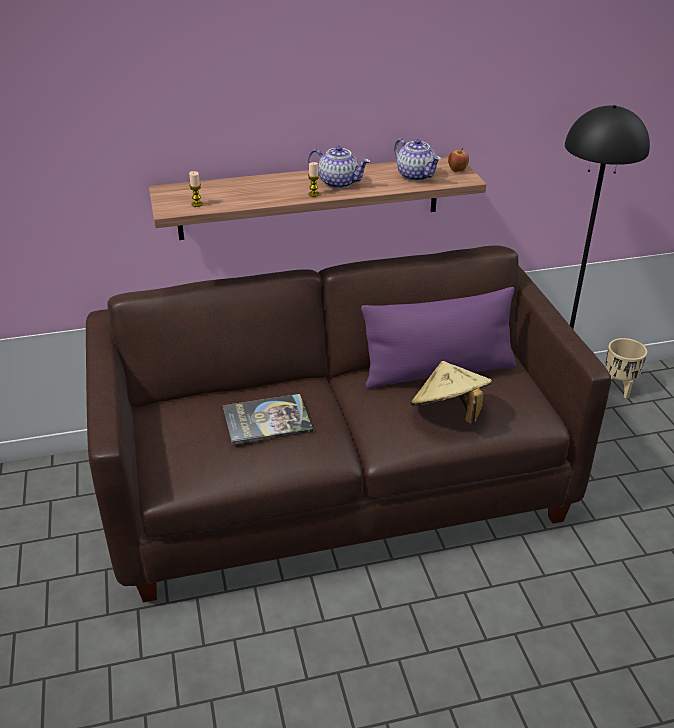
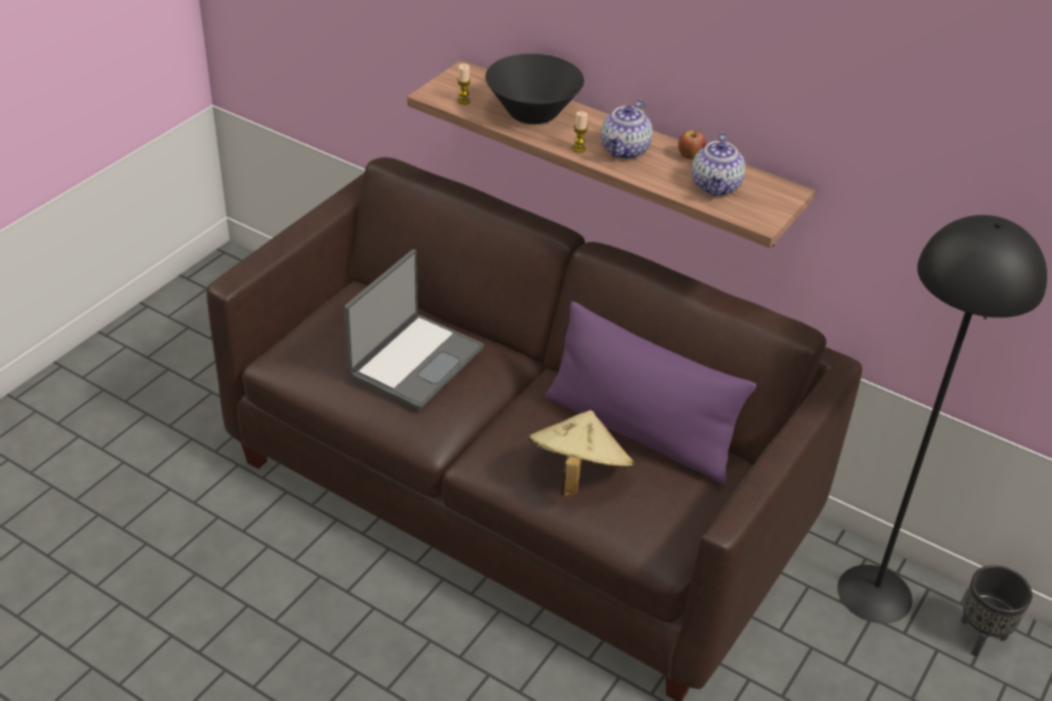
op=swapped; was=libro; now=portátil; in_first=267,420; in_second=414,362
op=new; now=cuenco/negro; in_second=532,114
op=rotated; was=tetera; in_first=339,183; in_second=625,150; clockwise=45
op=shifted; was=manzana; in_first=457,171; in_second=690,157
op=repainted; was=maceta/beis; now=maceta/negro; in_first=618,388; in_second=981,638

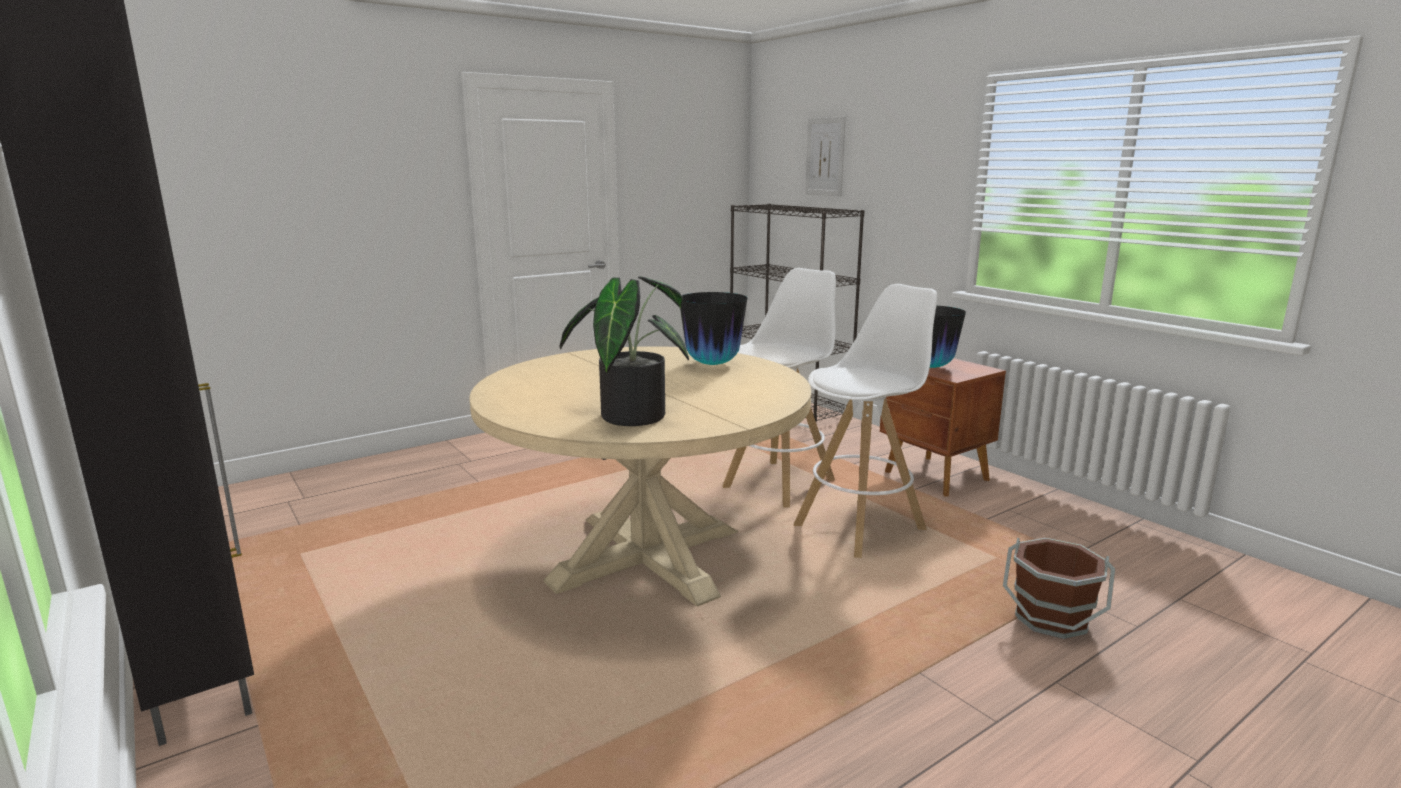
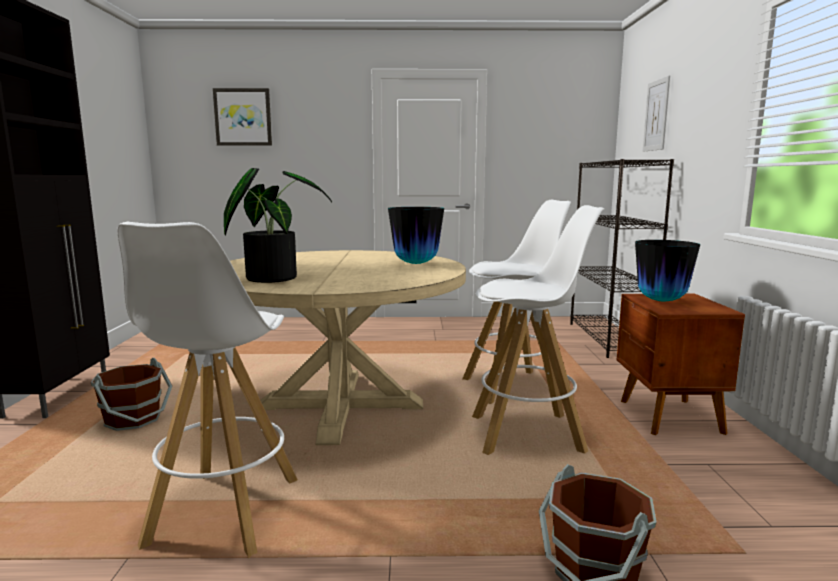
op=new; now=cubo/marrón; in_second=134,420
op=new; now=taburete/blanco; in_second=224,512
op=new; now=cuadro; in_second=243,117

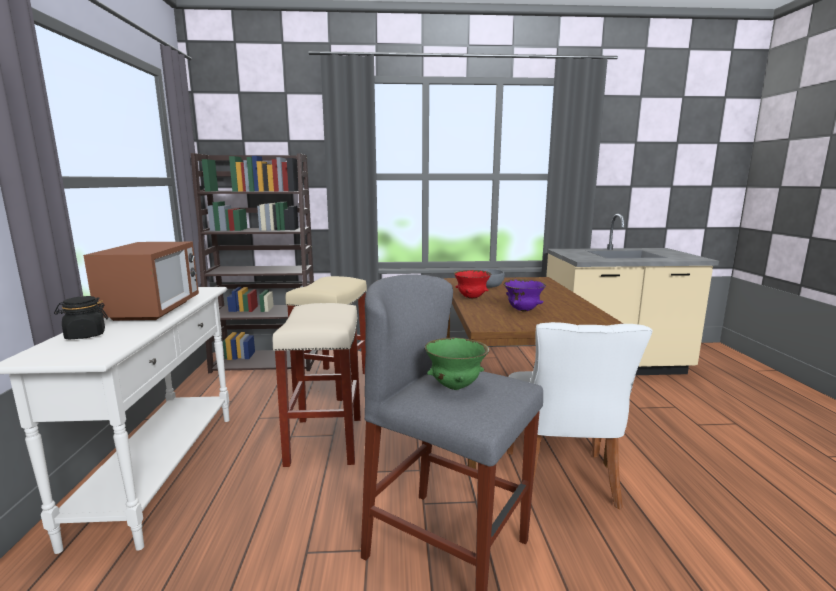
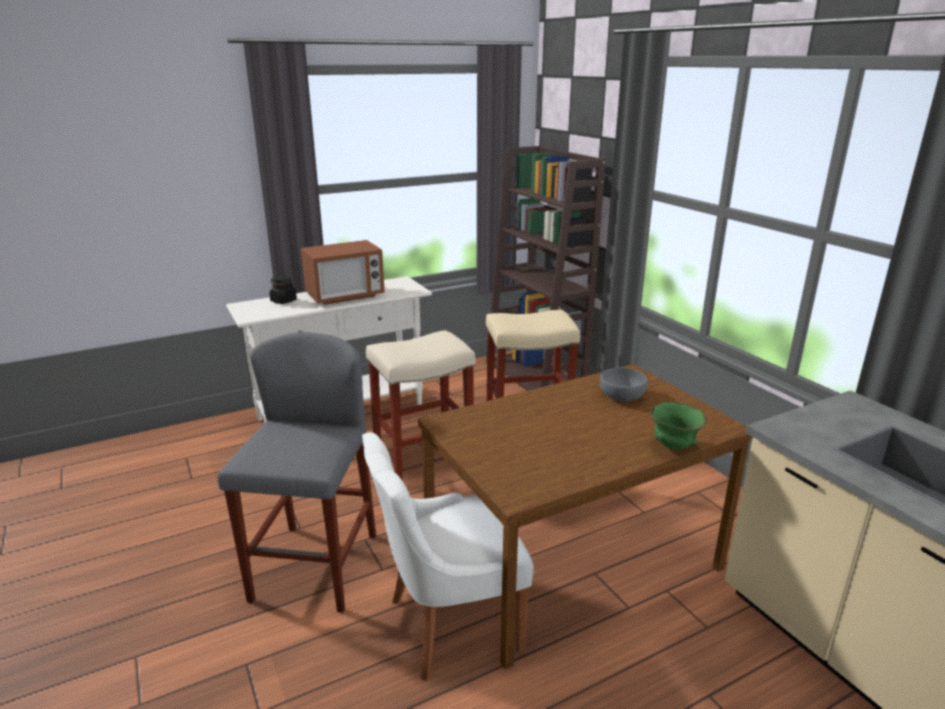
op=shifted; was=cuenco/verde; in_first=455,387; in_second=673,447
op=gone; was=cuenco/rojo; in_first=471,298
op=gone; was=cuenco/morado; in_first=522,310

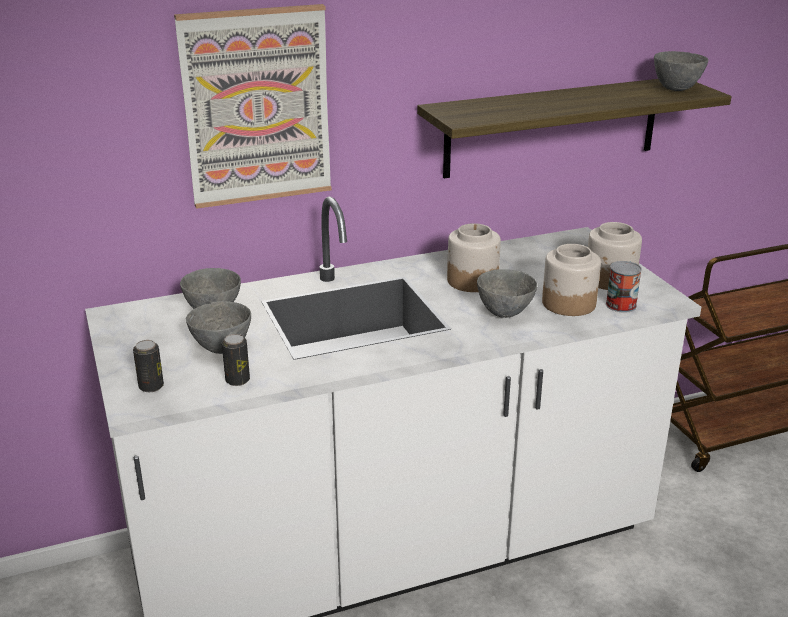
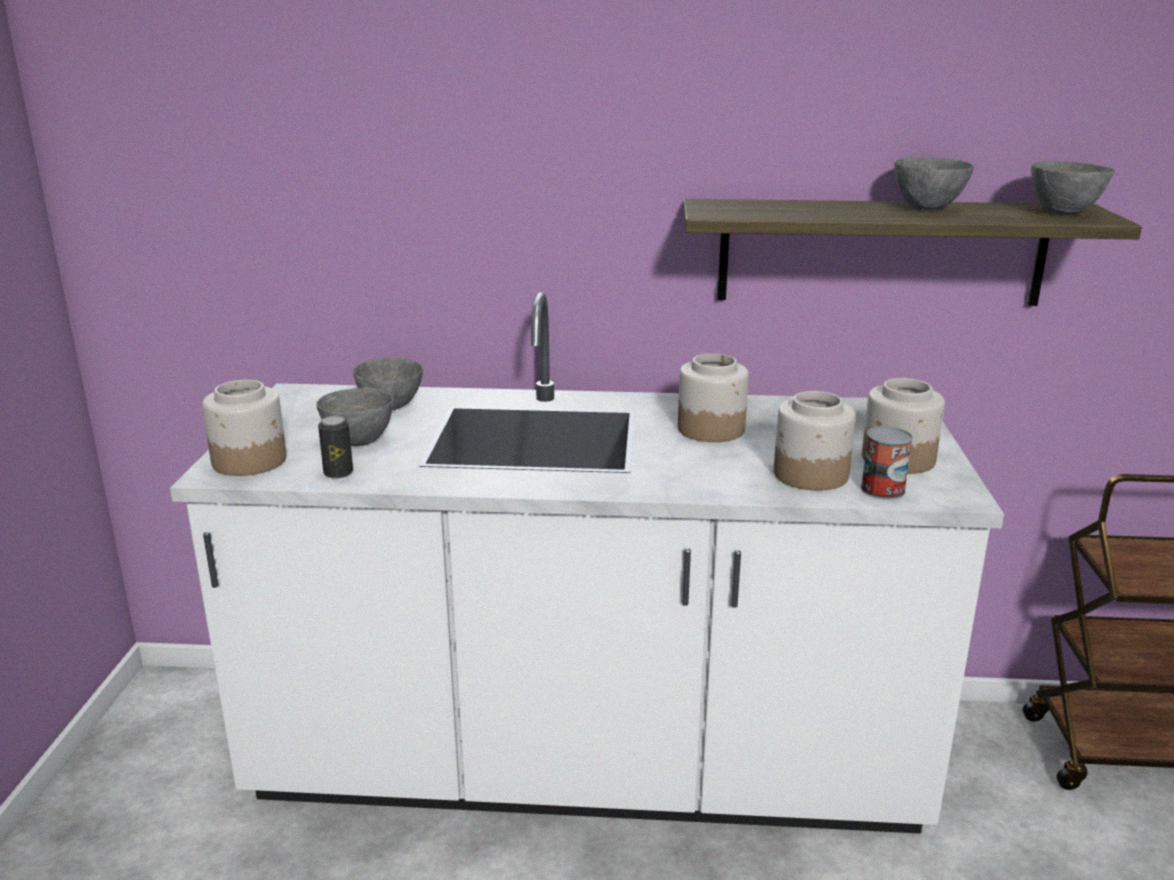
op=swapped; was=lata; now=tarro; in_first=151,386; in_second=250,461
op=shifted; was=cuenco/gris; in_first=505,312; in_second=928,208
op=gone; was=cuadro; in_first=257,106

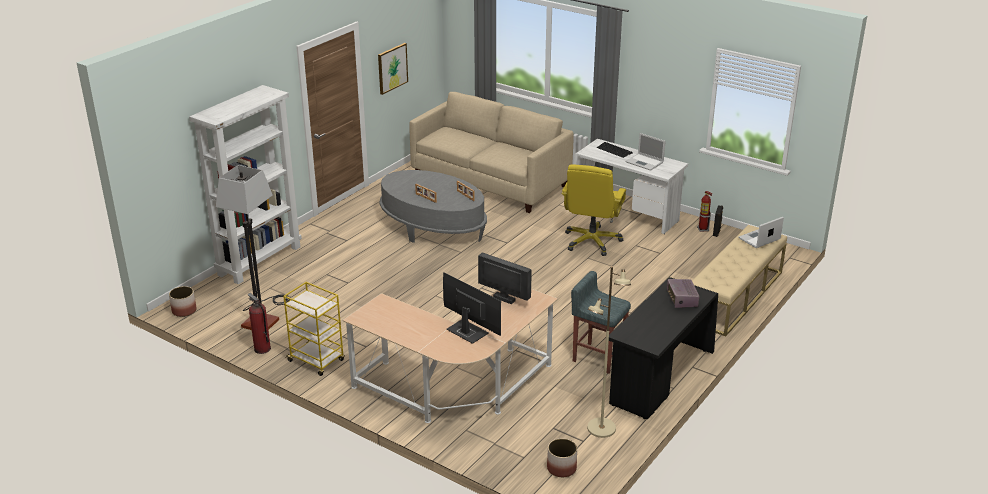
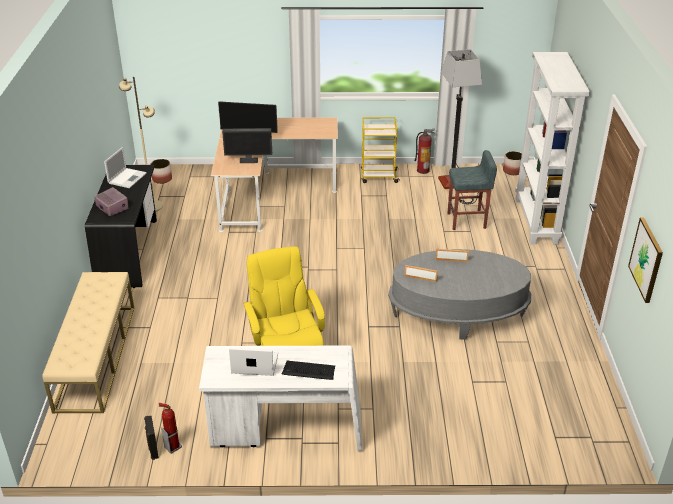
op=shifted; was=portátil; in_first=758,239; in_second=127,178
op=shifted; was=taburete/gris; in_first=598,357; in_second=467,221
op=gone; was=sofá/beis; in_first=490,181

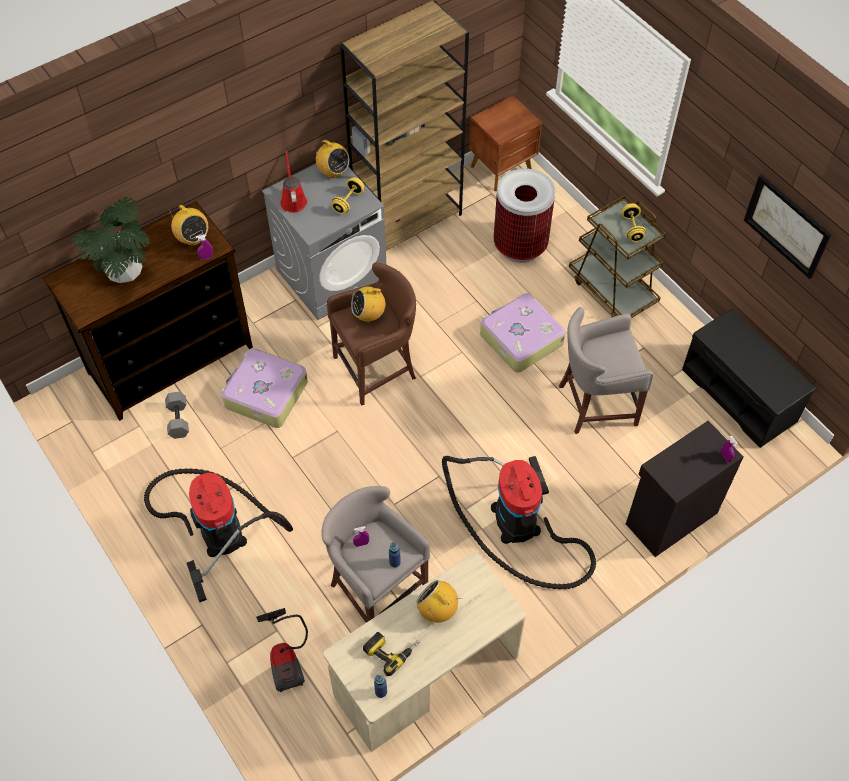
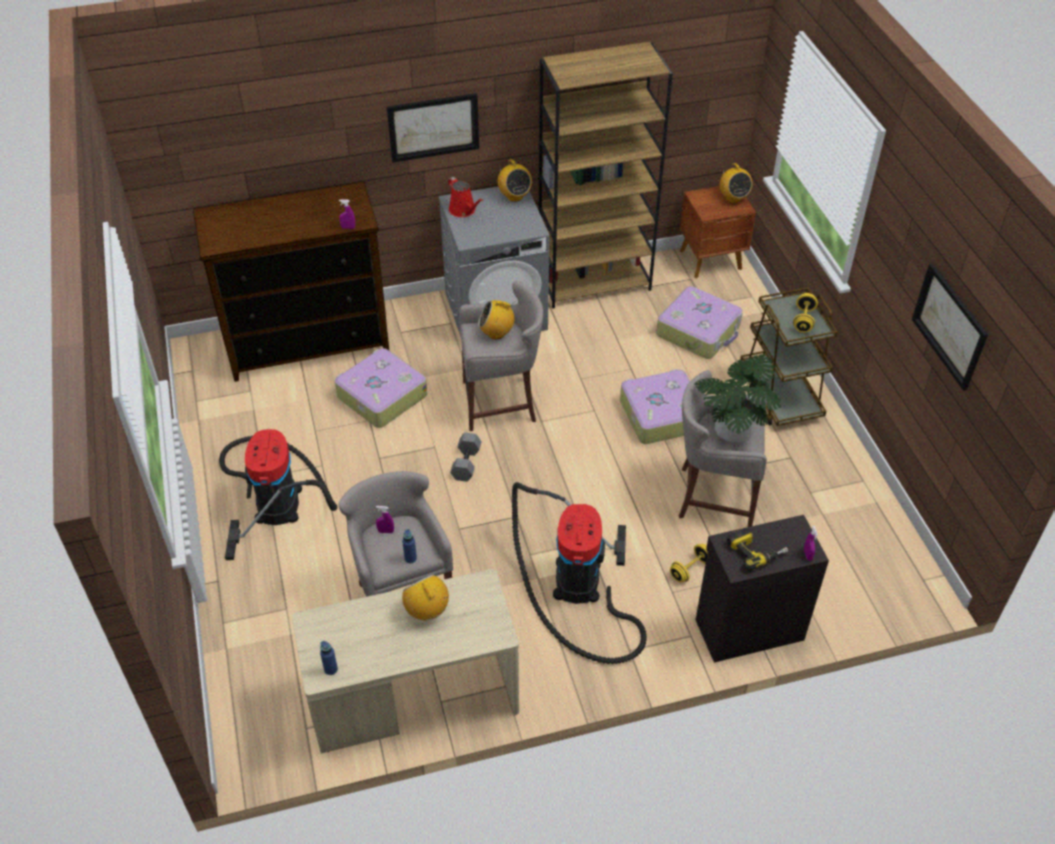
op=new; now=cuadro; in_second=433,127
op=rotated; was=regadera/rojo; in_first=293,200; in_second=464,210; clockwise=135
op=shifted; was=mancuerna/gris; in_first=177,419; in_second=465,463
op=repainted; was=taburete/marrón; now=taburete/gris; in_first=377,368; in_second=501,402
op=swapped; was=papelera; now=maleta; in_first=520,245; in_second=699,331
op=shifted; was=mancuerna/amarillo; in_first=348,202; in_second=690,569
op=shifted; was=planta en maceta; in_first=124,271; in_second=732,431
op=shifted; was=radio; in_first=192,238; in_second=733,198
op=shifted; was=taladro; in_first=391,650; in_second=755,550
op=gone; was=aspiradora; in_first=286,657
op=gone; was=banco/negro; in_first=740,395

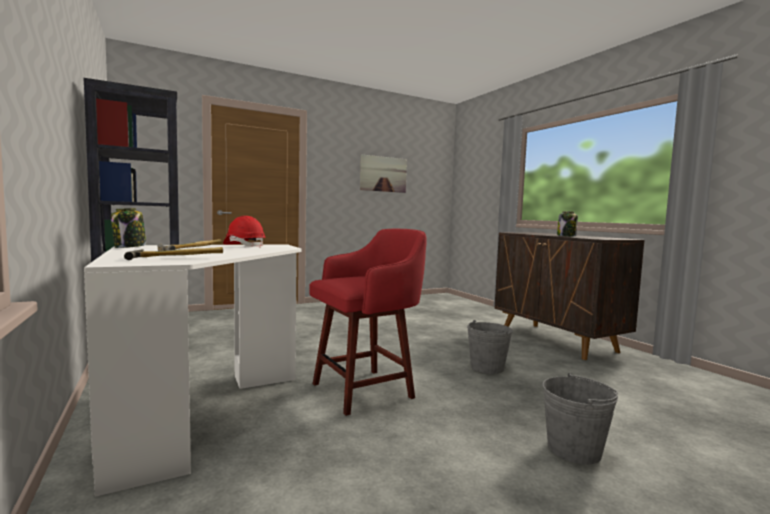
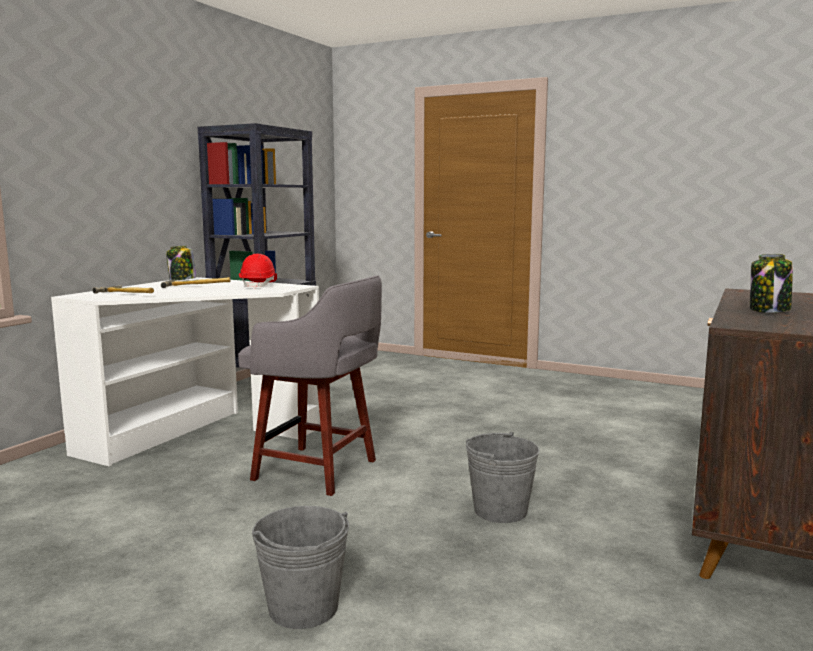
op=repainted; was=taburete/rojo; now=taburete/gris; in_first=366,390; in_second=319,471
op=gone; was=cuadro; in_first=383,174

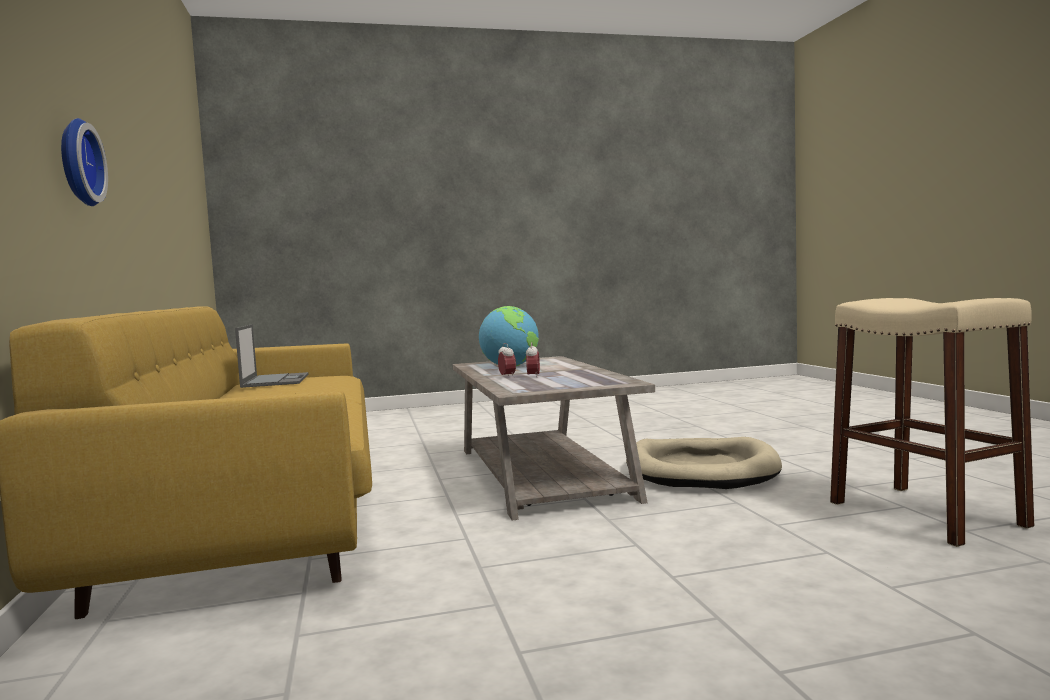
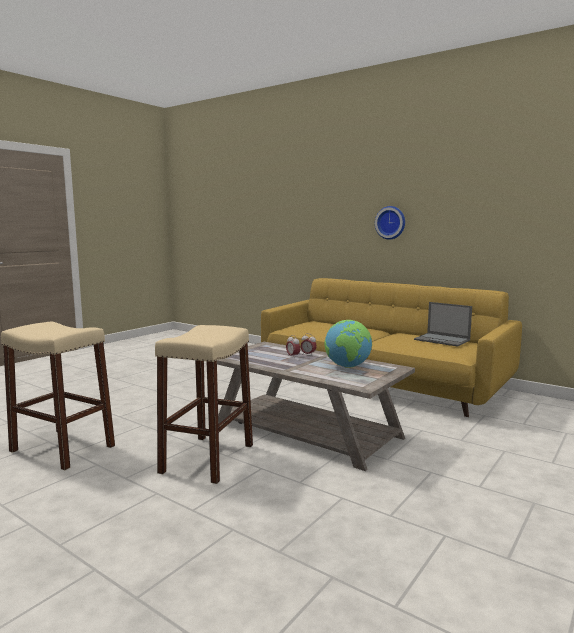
op=swapped; was=cama para perro/beis; now=taburete/beis; in_first=701,470; in_second=207,458

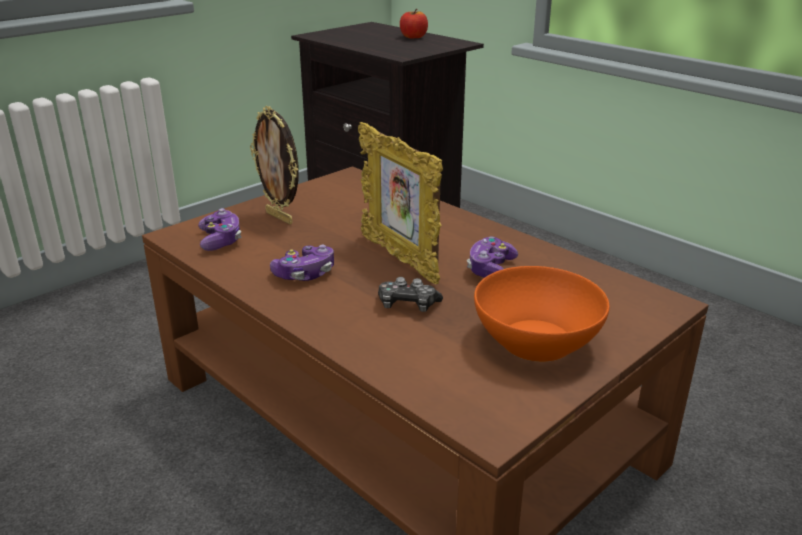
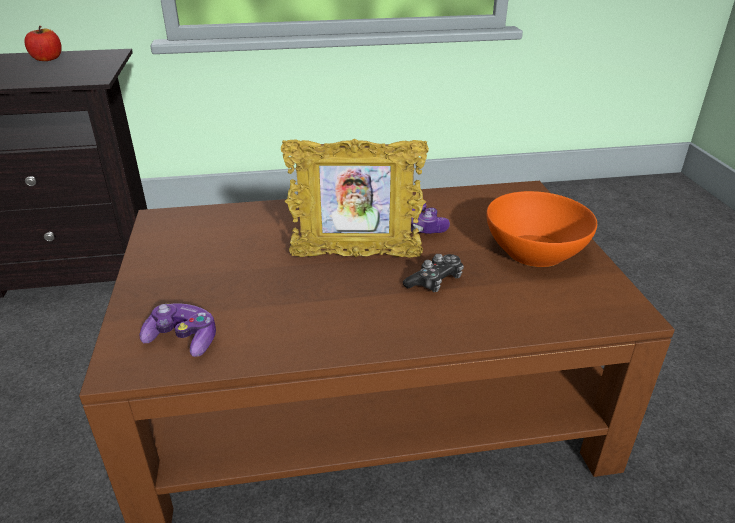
op=gone; was=portarretratos; in_first=280,217
op=gone; was=mando de consola; in_first=305,274

